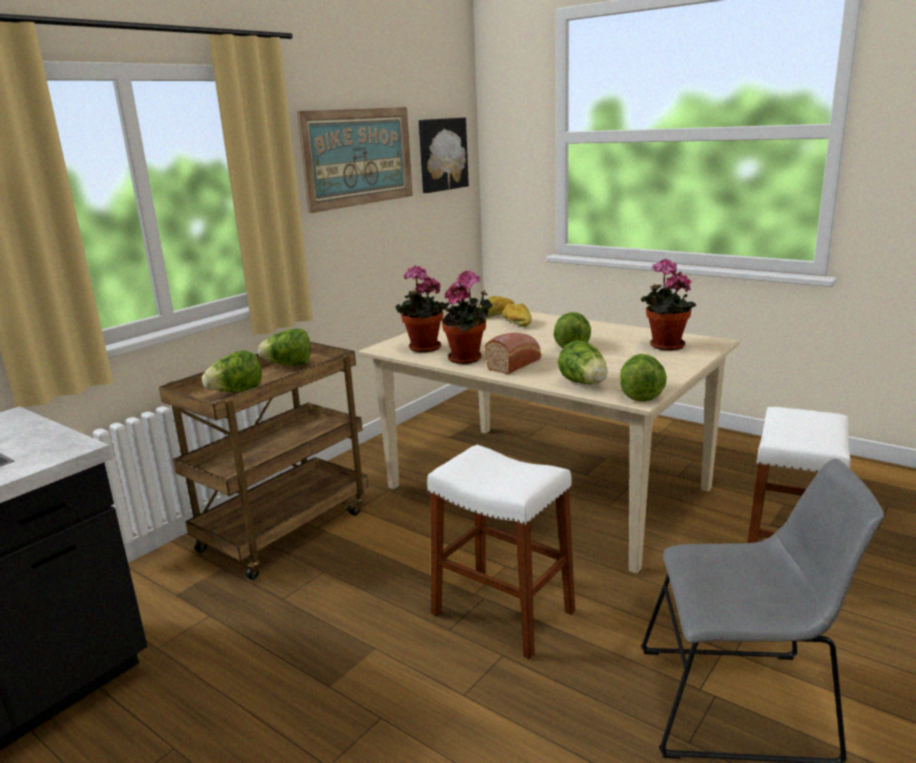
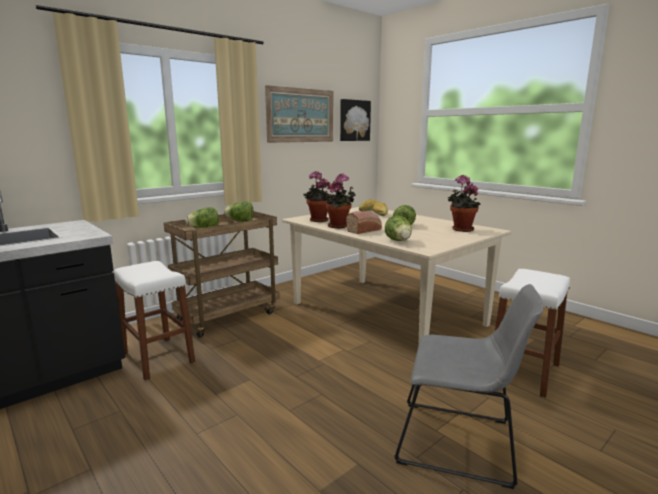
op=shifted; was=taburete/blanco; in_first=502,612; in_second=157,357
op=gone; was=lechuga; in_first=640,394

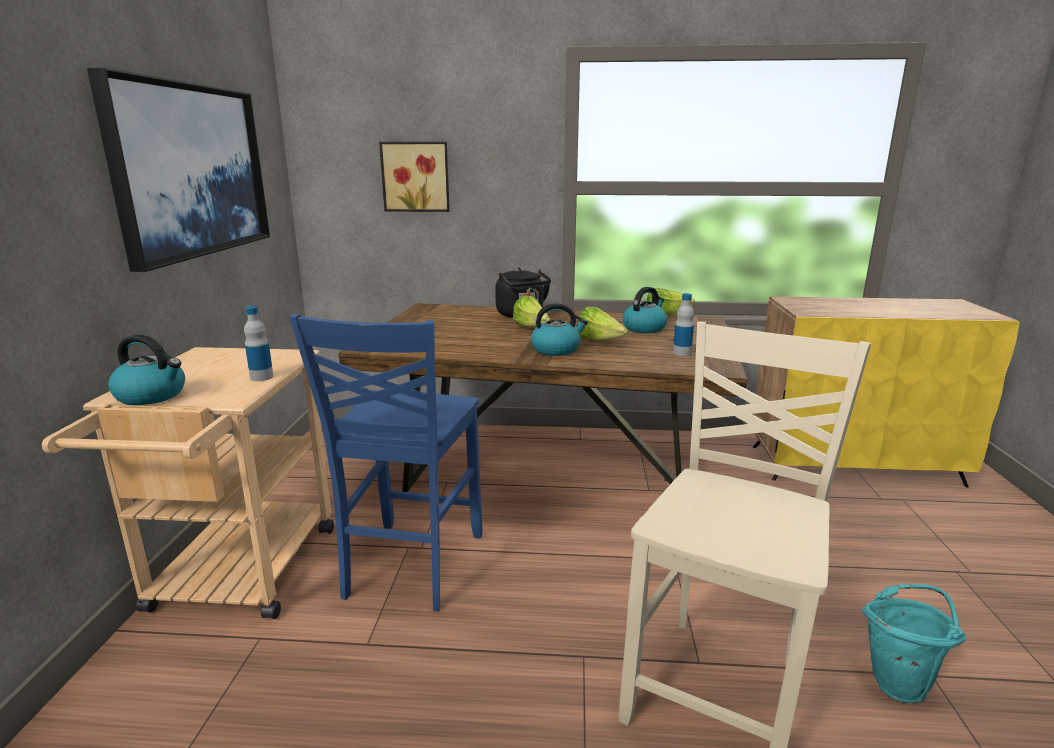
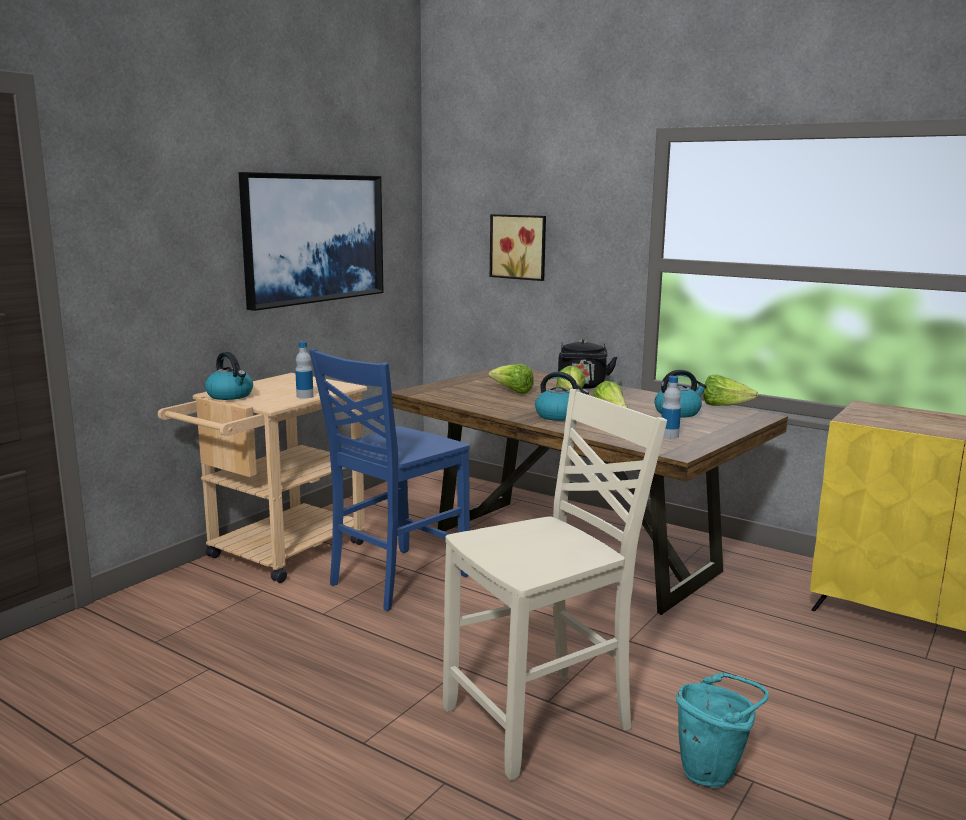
op=new; now=lechuga; in_second=512,392

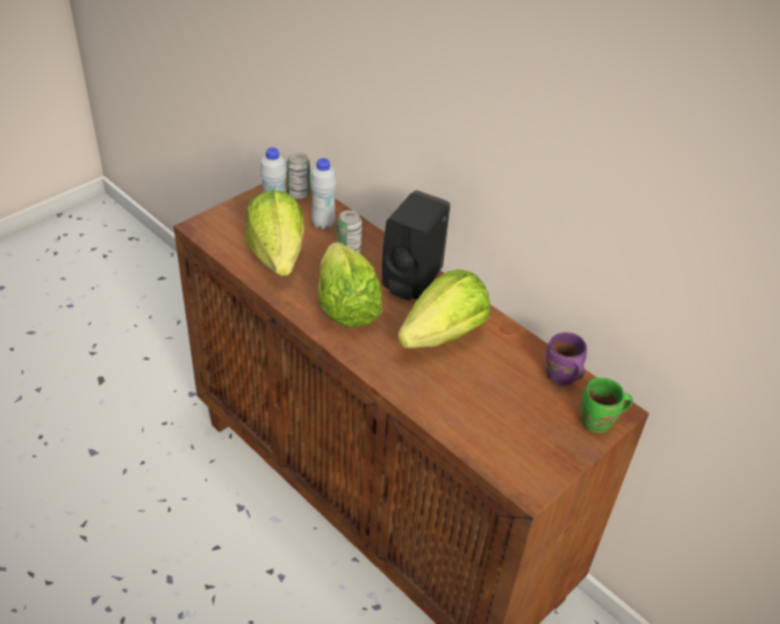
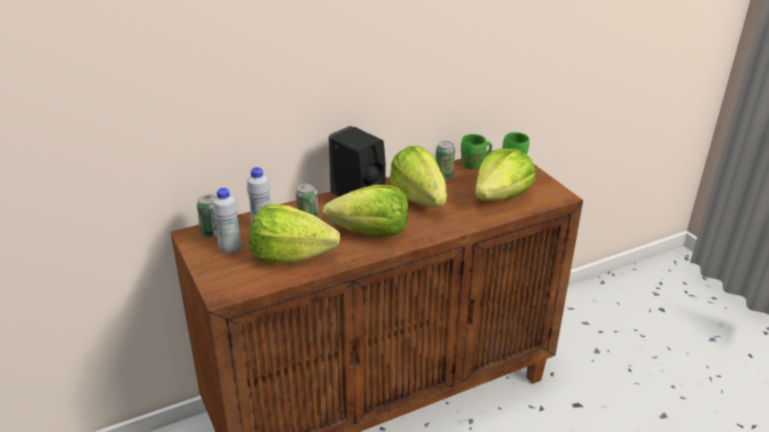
op=new; now=lata; in_second=444,176
op=repainted; was=taza grande/morado; now=taza grande/verde; in_first=560,377; in_second=474,165
op=new; now=lechuga; in_second=501,196

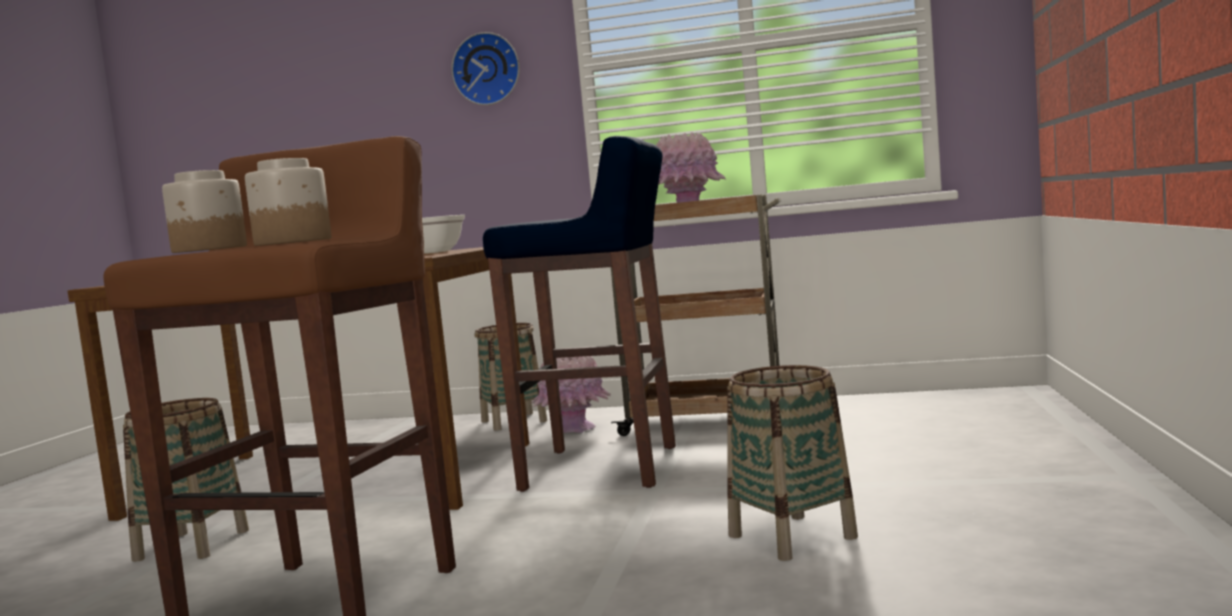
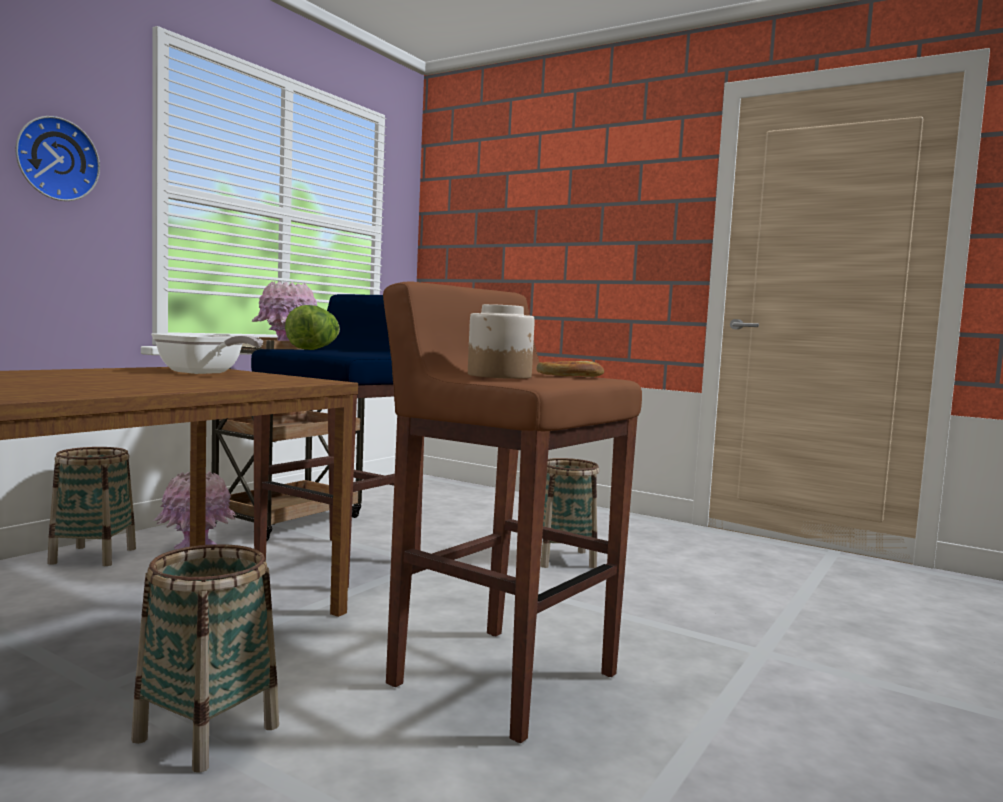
op=new; now=lechuga; in_second=314,349
op=swapped; was=tarro; now=pan; in_first=292,242; in_second=569,375

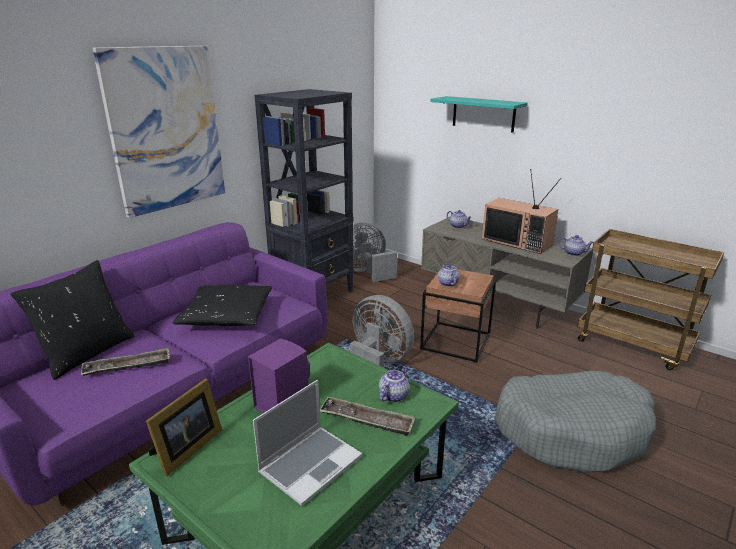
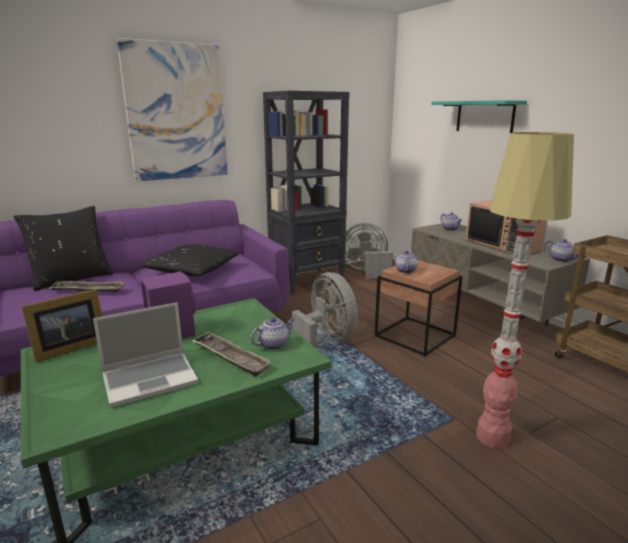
op=swapped; was=cama para perro/gris; now=lámpara de pie; in_first=572,431; in_second=492,437

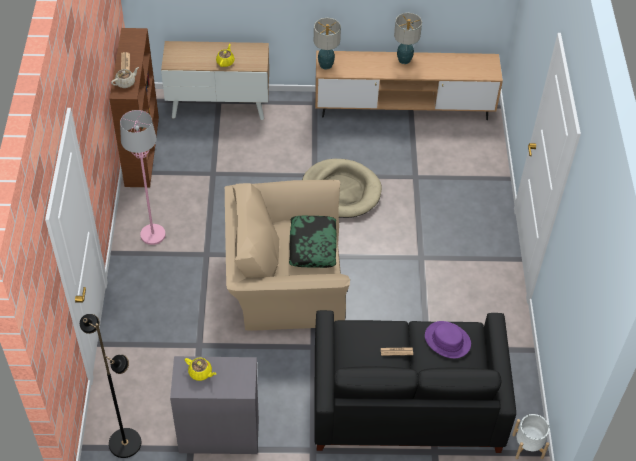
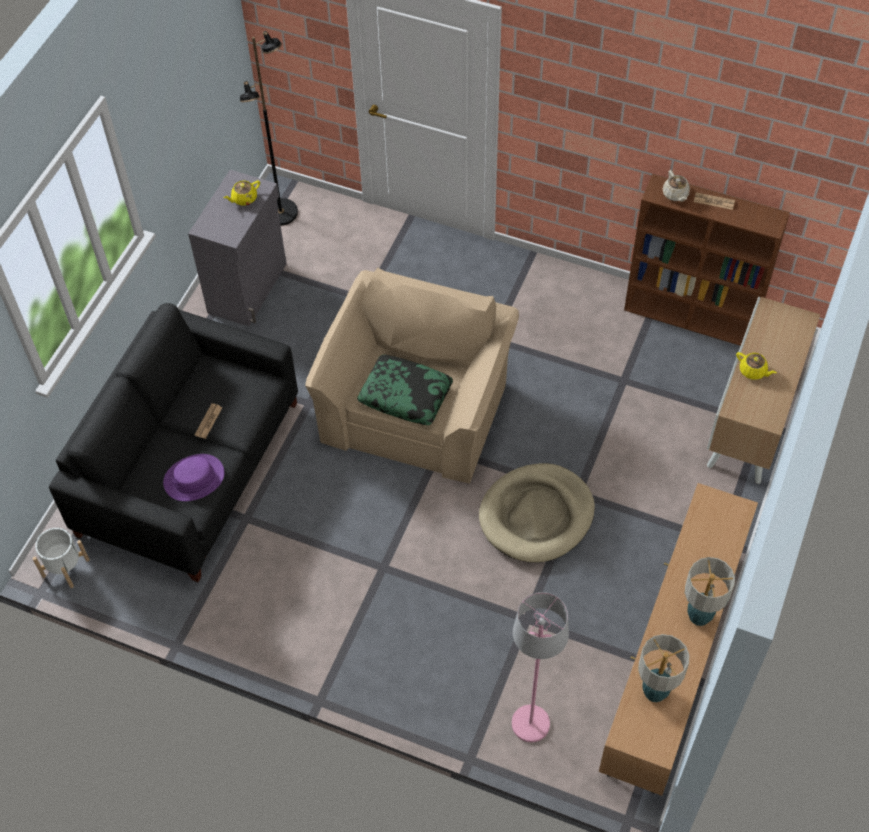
op=shifted; was=lámpara de pie/rosa; in_first=152,235; in_second=531,723
op=shifted; was=lámpara de mesa; in_first=325,65; in_second=655,692

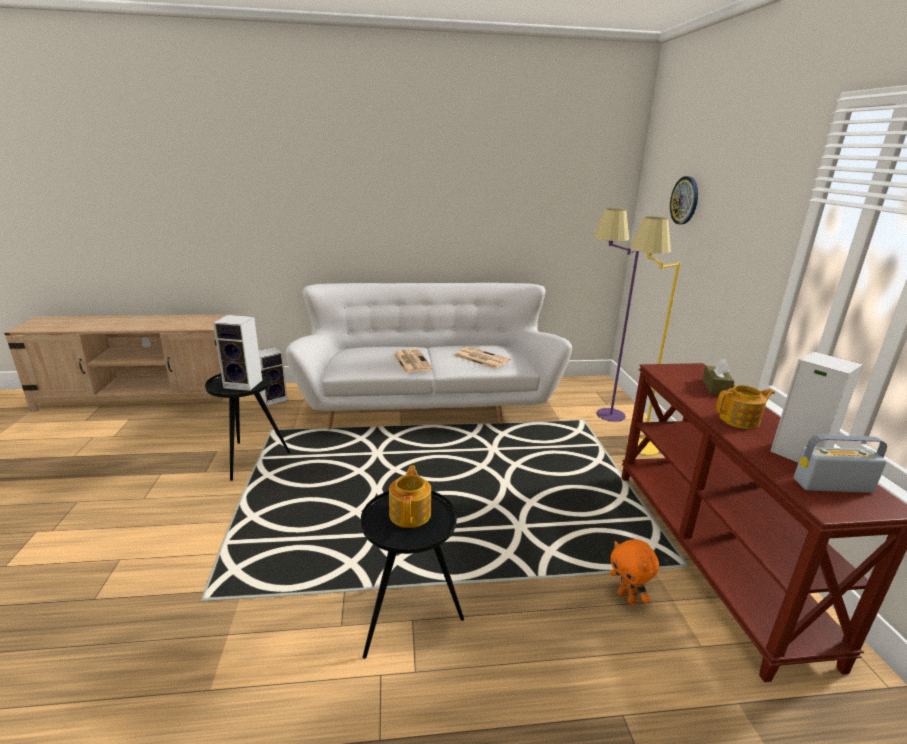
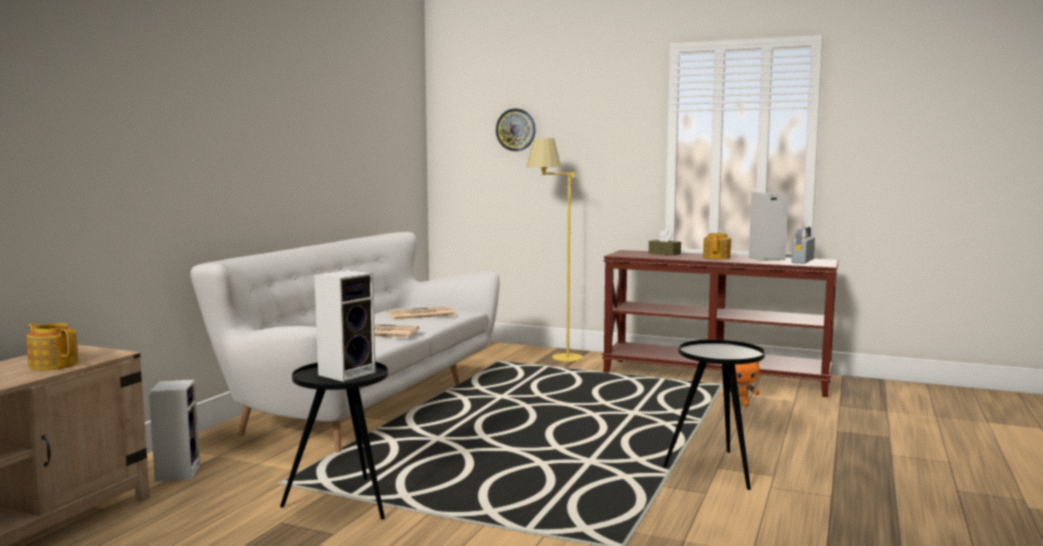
op=shifted; was=tetera; in_first=410,513; in_second=54,364
op=gone; was=lámpara de pie/morado; in_first=597,412

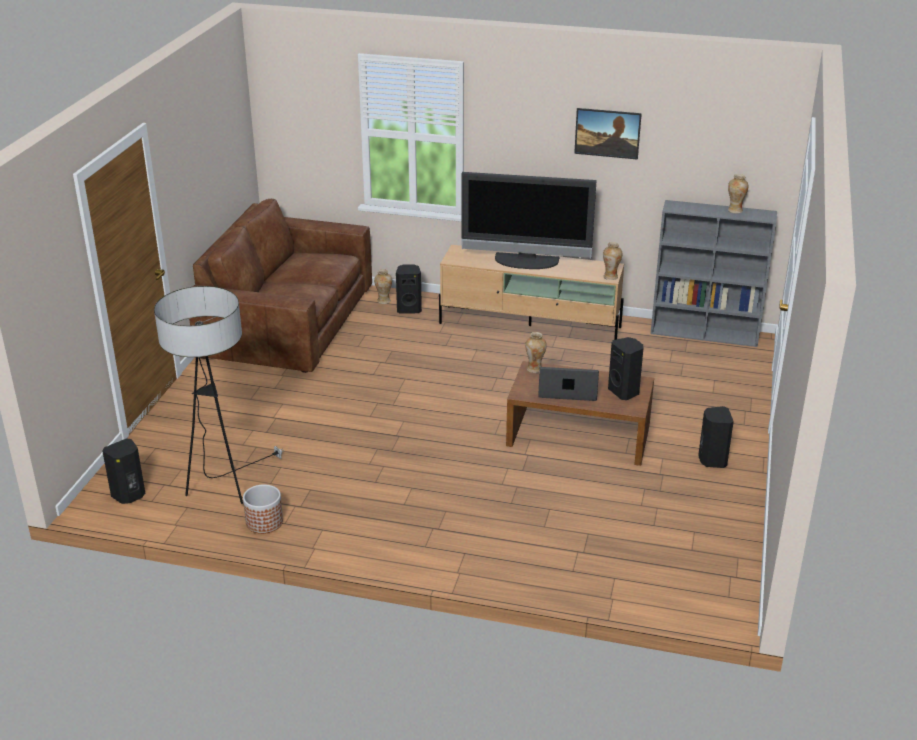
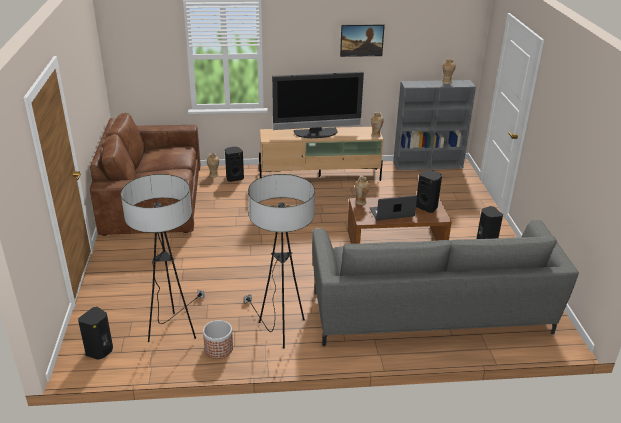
op=new; now=lámpara de pie; in_second=280,331
op=new; now=sofá/gris; in_second=430,314

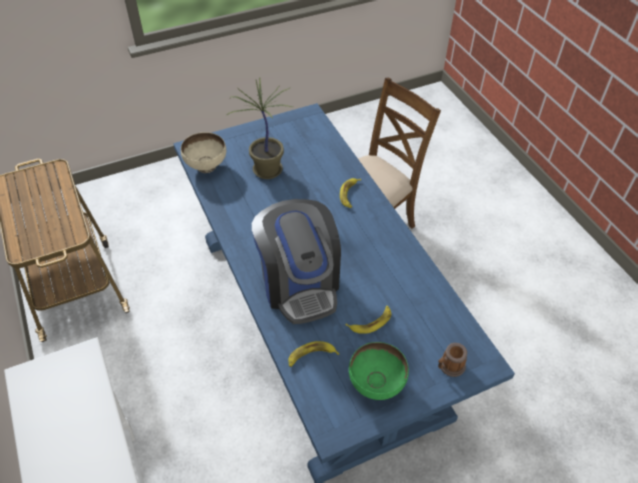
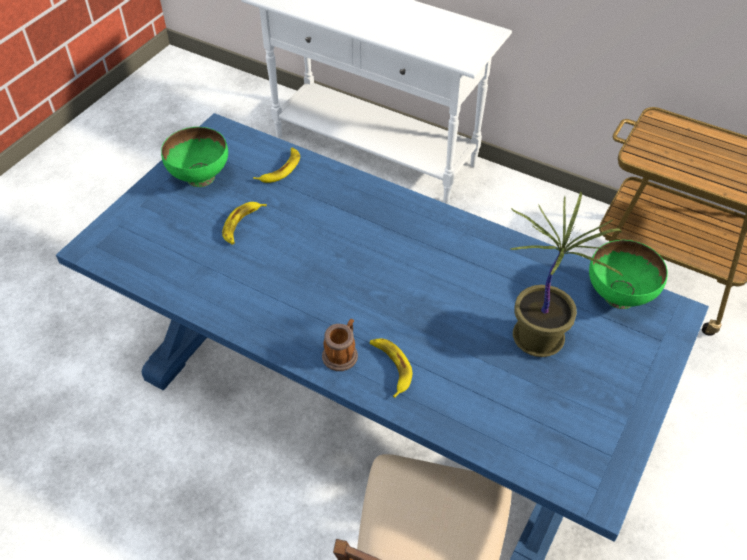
op=shifted; was=taza grande; in_first=449,366; in_second=342,353
op=repainted; was=cuenco/beis; now=cuenco/verde; in_first=206,167; in_second=619,295
op=gone; was=cafetera; in_first=299,283

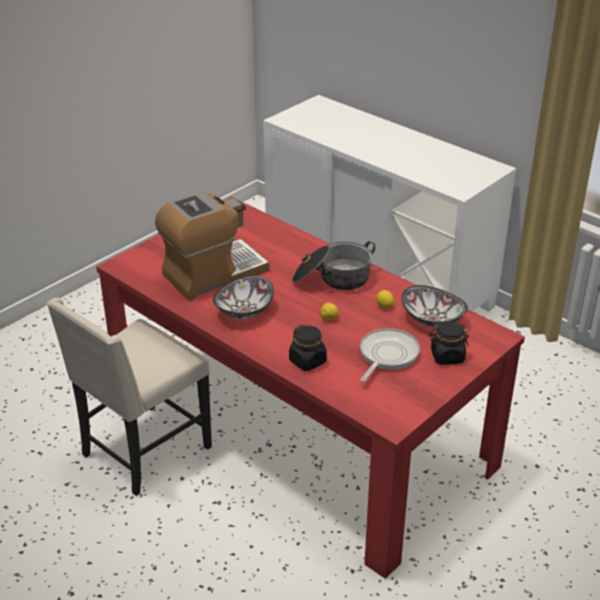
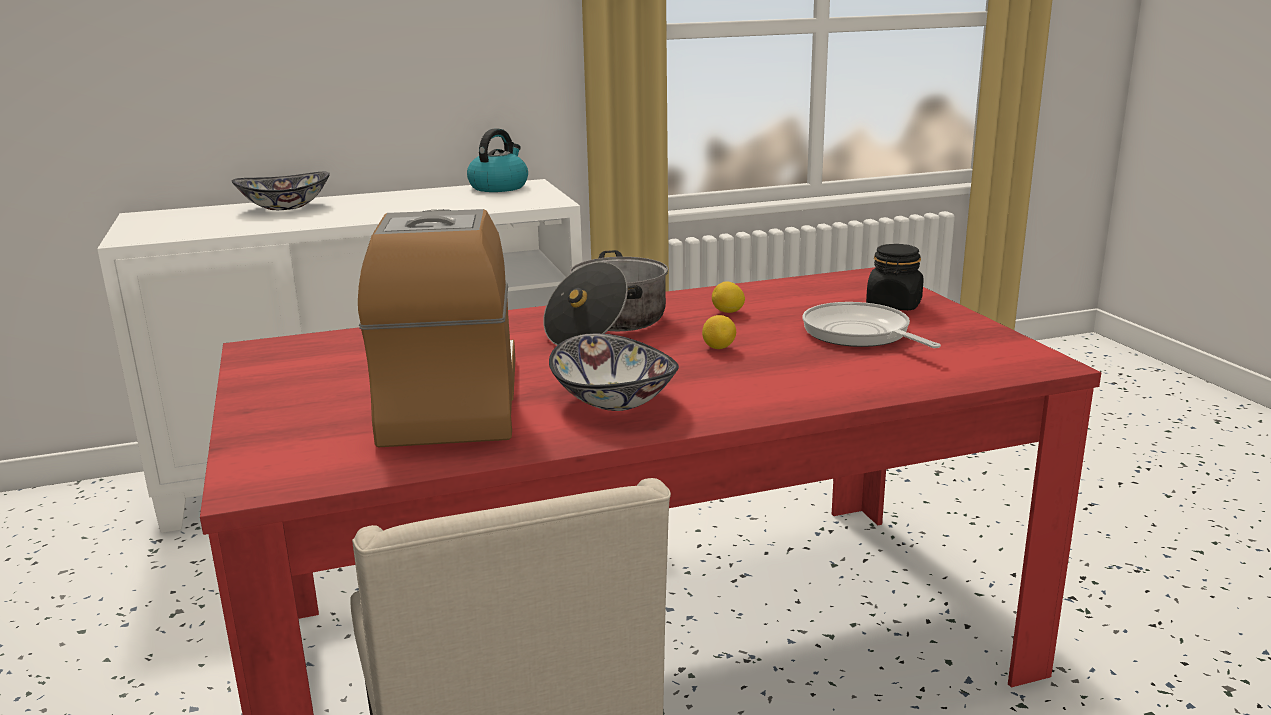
op=shifted; was=cuenco; in_first=432,320; in_second=285,207
op=new; now=hervidor; in_second=499,187
op=gone; was=tarro/negro; in_first=308,361

